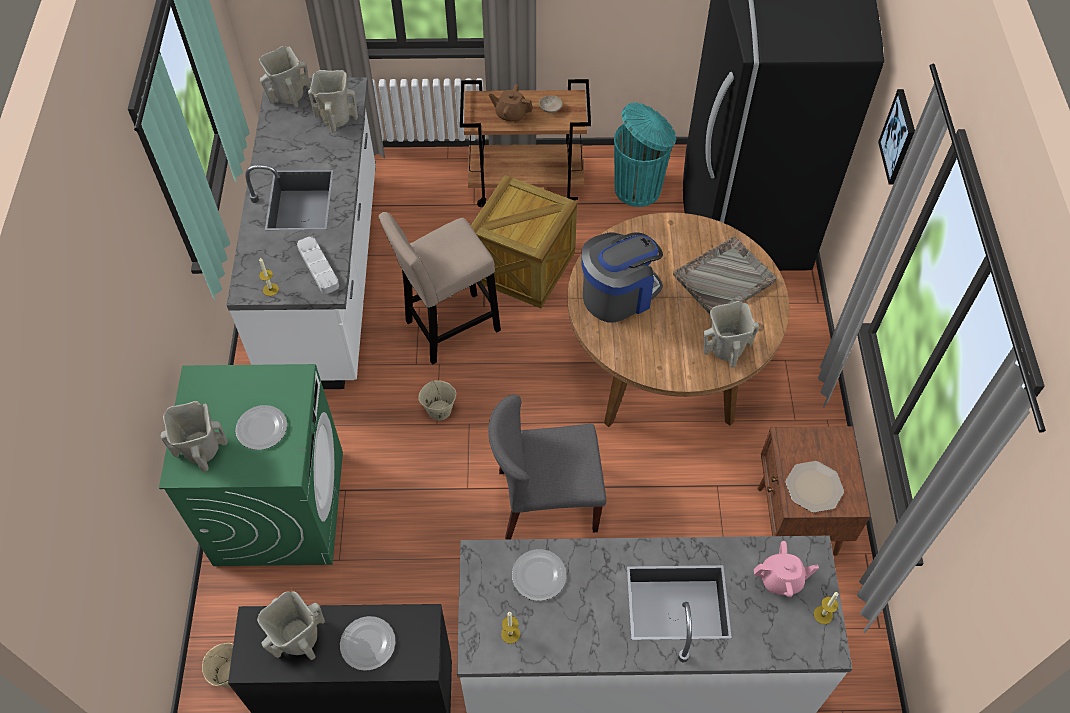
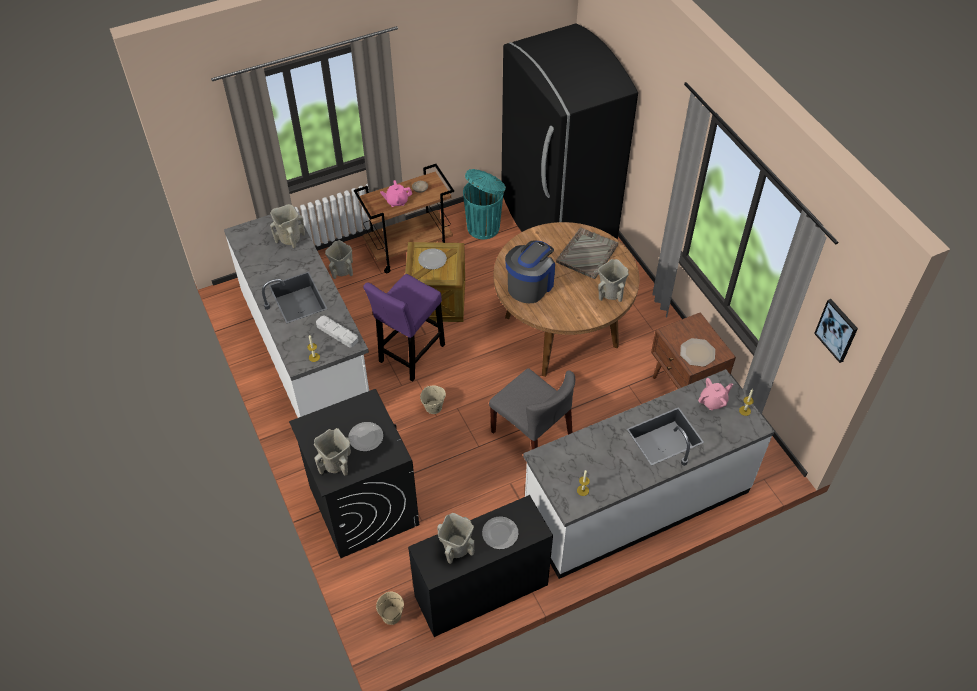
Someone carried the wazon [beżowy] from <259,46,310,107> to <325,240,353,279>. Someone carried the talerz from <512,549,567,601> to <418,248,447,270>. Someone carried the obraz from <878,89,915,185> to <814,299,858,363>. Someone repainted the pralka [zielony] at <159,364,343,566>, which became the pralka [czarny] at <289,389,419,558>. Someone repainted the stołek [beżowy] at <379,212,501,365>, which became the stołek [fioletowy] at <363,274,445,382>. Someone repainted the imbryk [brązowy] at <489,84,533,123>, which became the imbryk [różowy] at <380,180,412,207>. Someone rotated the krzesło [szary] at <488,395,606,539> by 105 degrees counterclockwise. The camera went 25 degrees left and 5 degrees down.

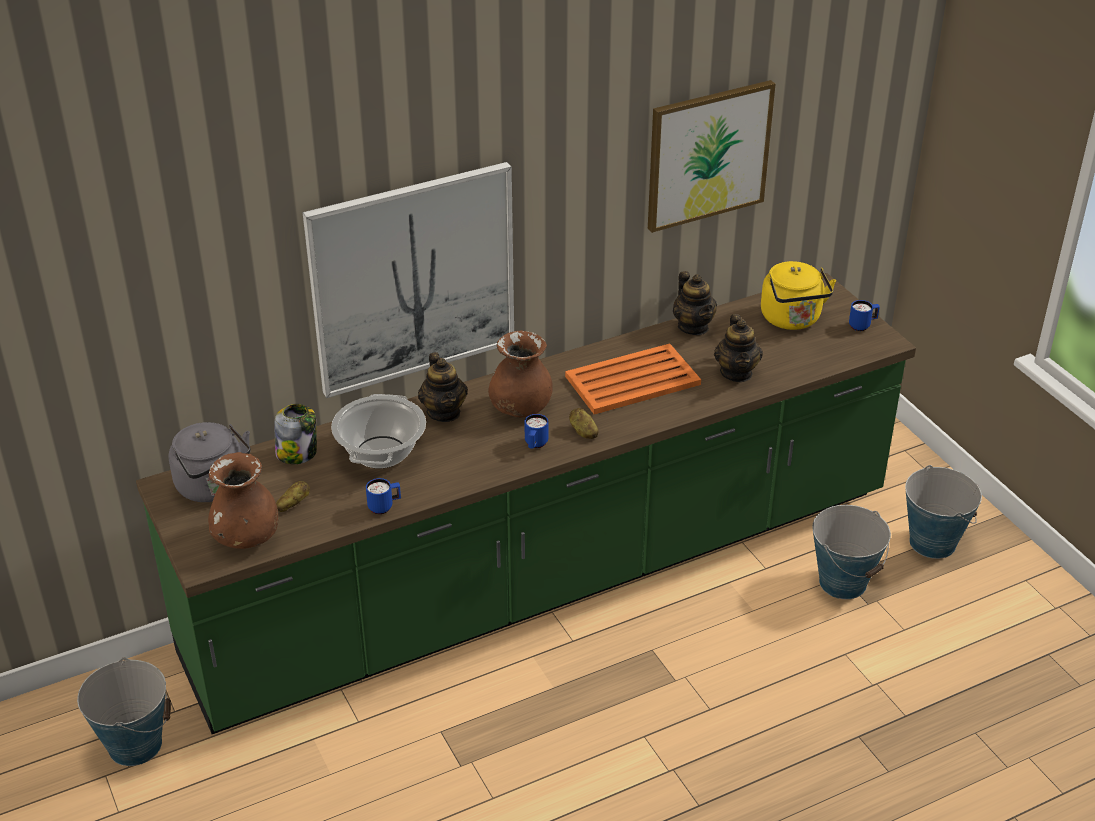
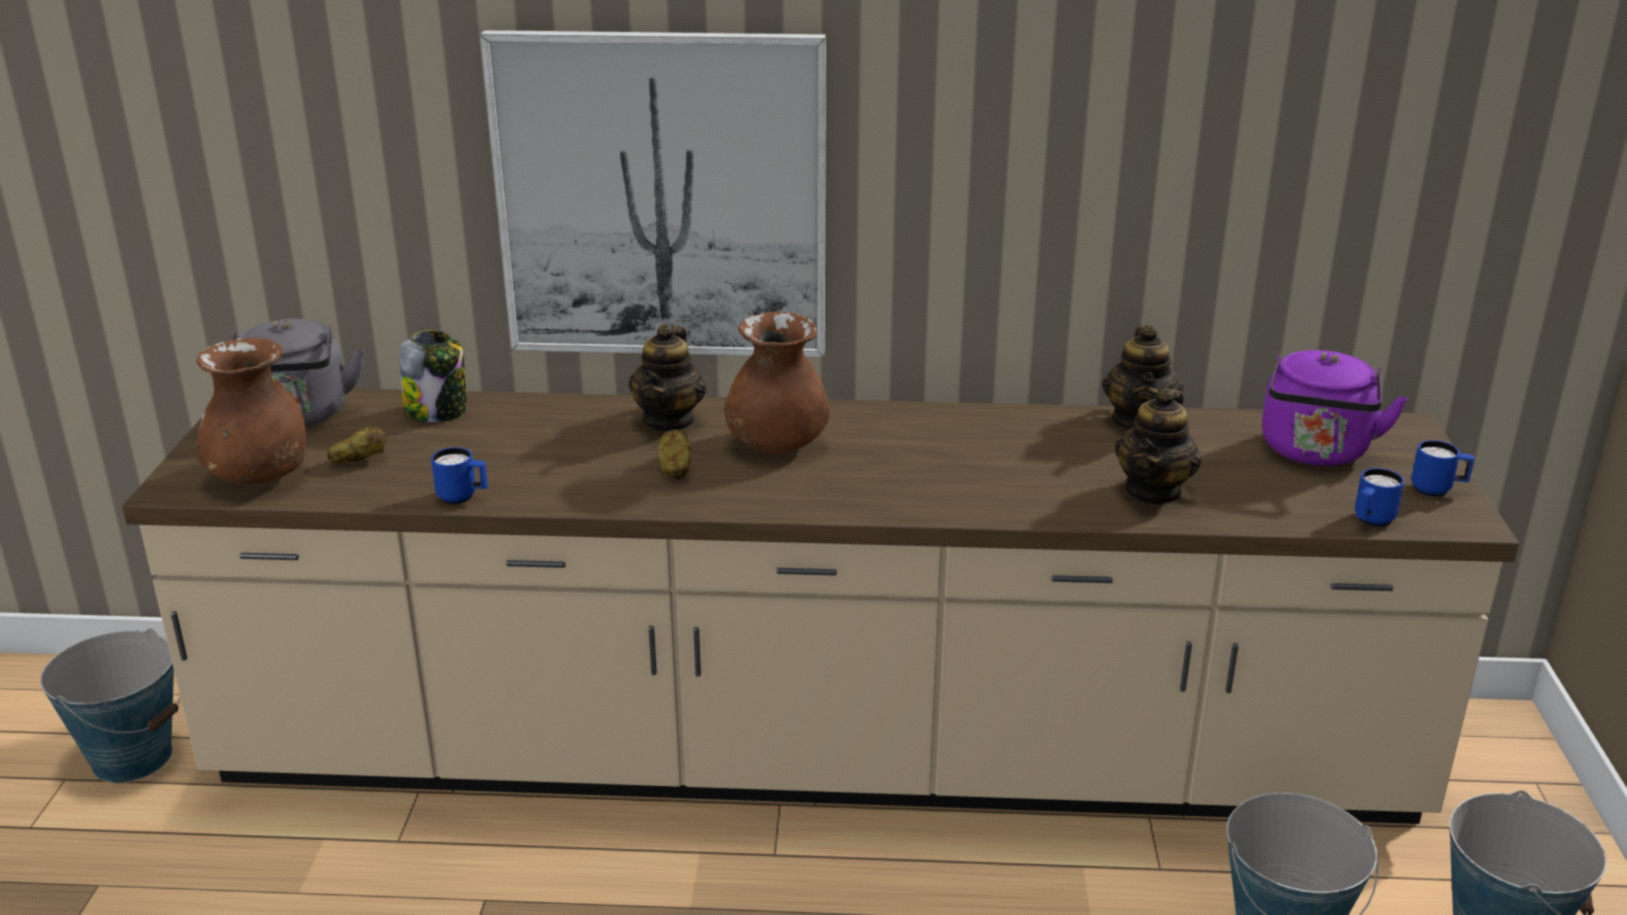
Someone took away the garnek at <331,394,426,469>. Someone took away the taca [pomarańczowy] at <565,344,701,414>. Someone took away the obraz at <648,80,775,233>. Someone carried the kubek [niebieski] from <524,414,548,449> to <1355,468,1404,526>. Someone carried the ziemniak from <569,408,599,439> to <659,429,691,479>. Someone repainted the zabudowa kuchenna [zielony] at <136,273,916,734>, which became the zabudowa kuchenna [beżowy] at <122,389,1519,824>. Someone repainted the czajnik [żółty] at <761,261,836,330>, which became the czajnik [fioletowy] at <1262,350,1408,466>. The camera went 30 degrees right and 10 degrees down.

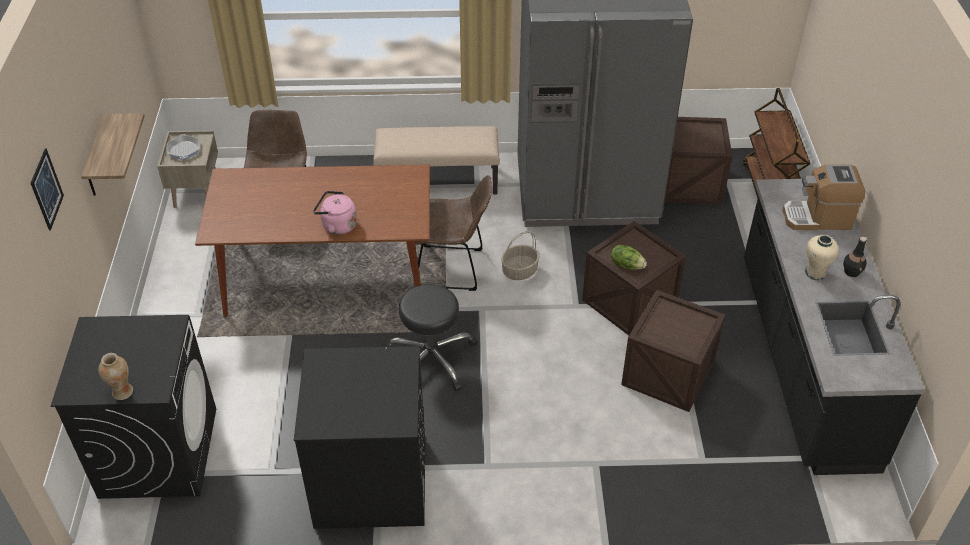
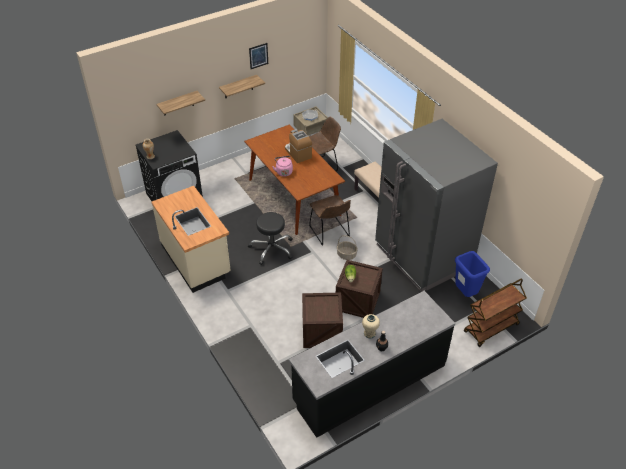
Someone put up the półka at <156,91,205,116>. Someone carried the obraz from <31,148,64,230> to <249,43,268,69>. Someone carried the ekspres do kawy from <782,165,865,230> to <285,130,312,163>. Someone swapped the pralka [czarny] at <294,346,425,529> for the zabudowa kuchenna [beżowy] at <152,186,231,293>. Someone swapped the skrzynka at <664,117,732,204> for the kosz na śmieci [niebieski] at <455,251,490,297>. The camera went 60 degrees right and 0 degrees up.

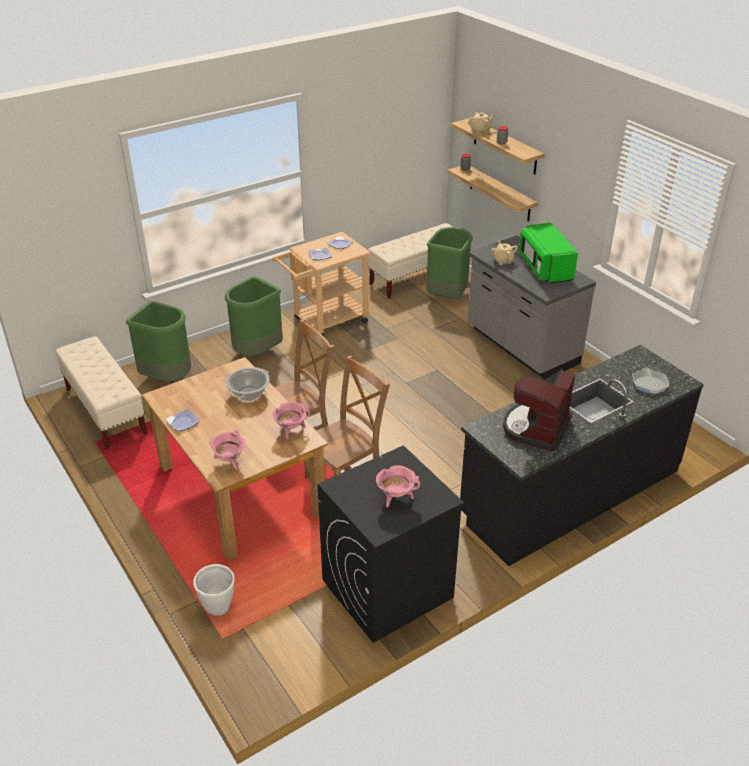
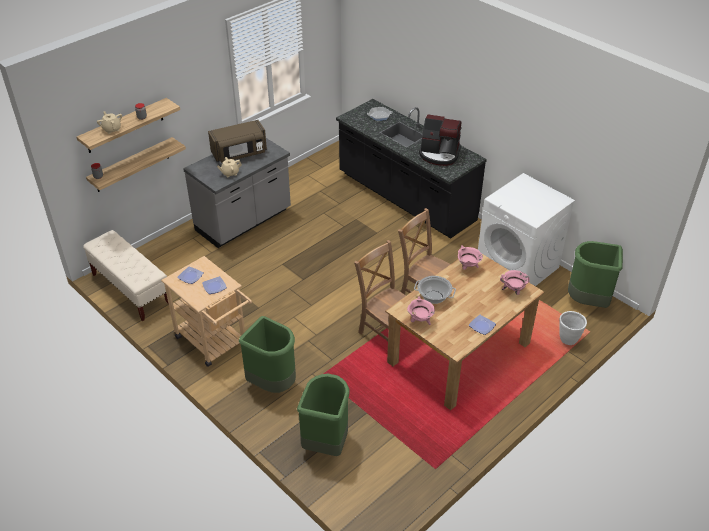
Someone took away the ławka [beżowy] at <55,337,147,450>. Someone carried the garnek [różowy] from <376,465,420,507> to <407,296,435,325>. Someone carried the kosz na śmieci [zielony] from <426,227,473,300> to <568,241,623,308>. Someone repainted the pralka [czarny] at <318,446,464,643>, which became the pralka [biały] at <478,173,575,286>. Someone repainted the mikrofalówka [zielony] at <519,223,578,283>, which became the mikrofalówka [brązowy] at <208,120,267,163>. The camera went 100 degrees left and 5 degrees up.

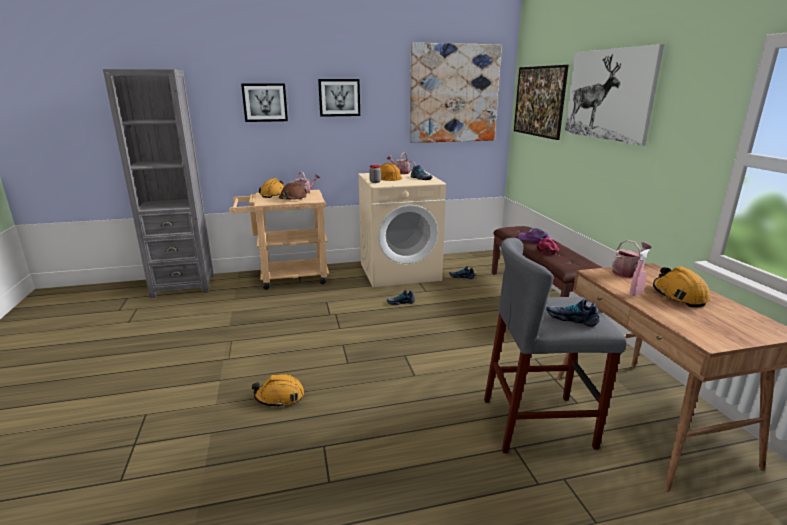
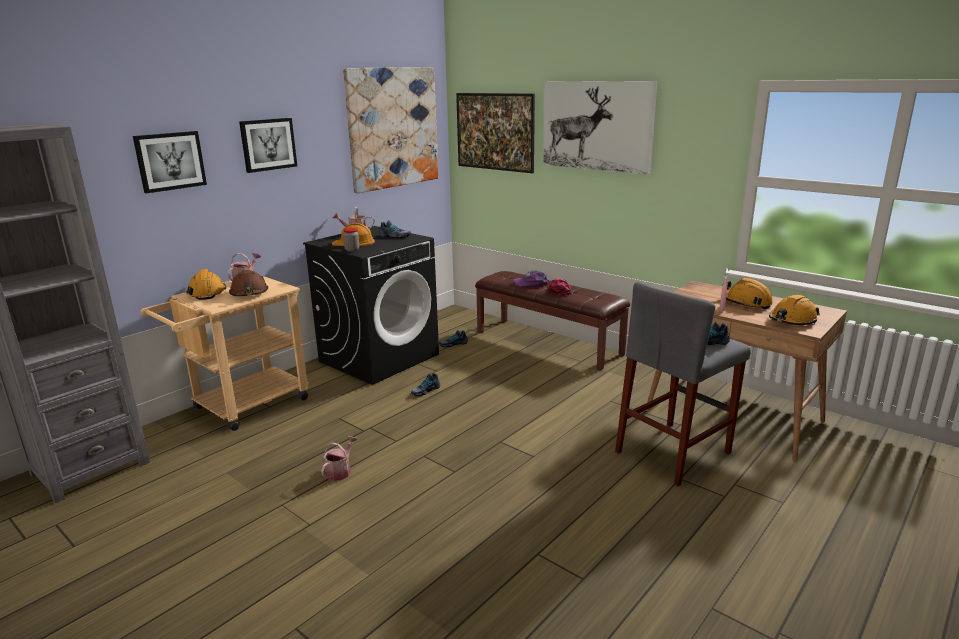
Someone carried the kask [pomarańczowy] from <252,374,304,408> to <769,295,820,325>. Someone carried the konewka from <612,240,651,278> to <321,436,357,481>. Someone repainted the pralka [beżowy] at <358,171,446,288>, which became the pralka [czarny] at <303,226,439,385>. The camera went 35 degrees left and 0 degrees up.

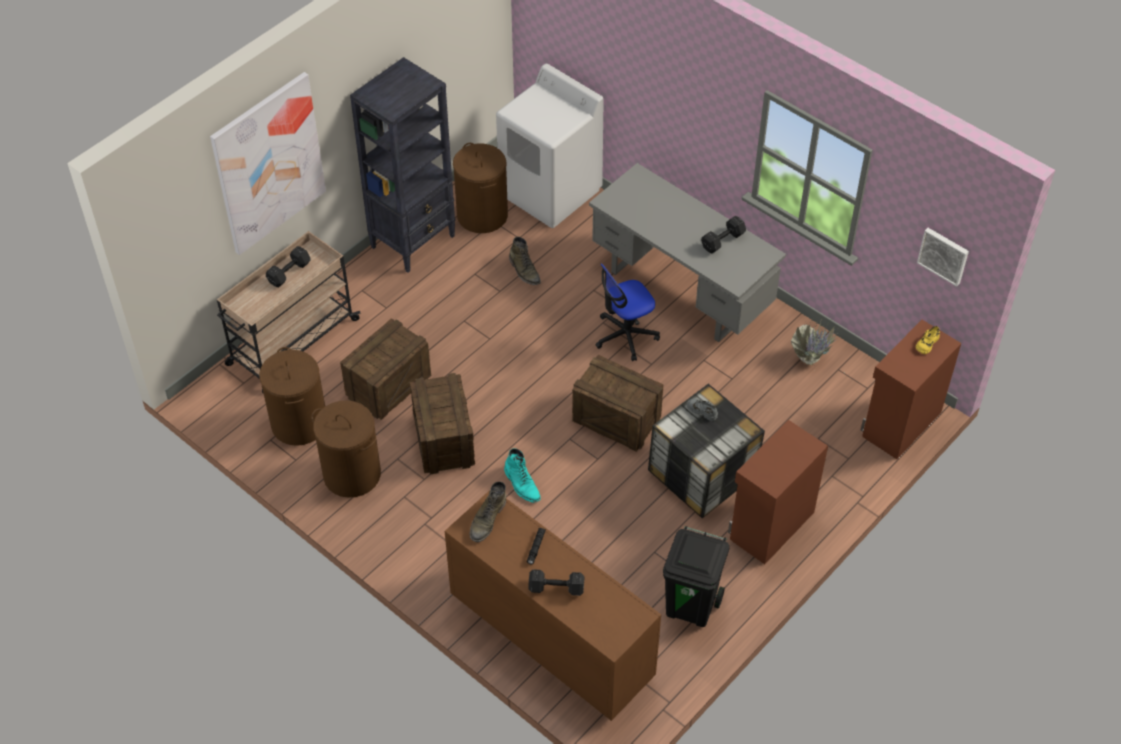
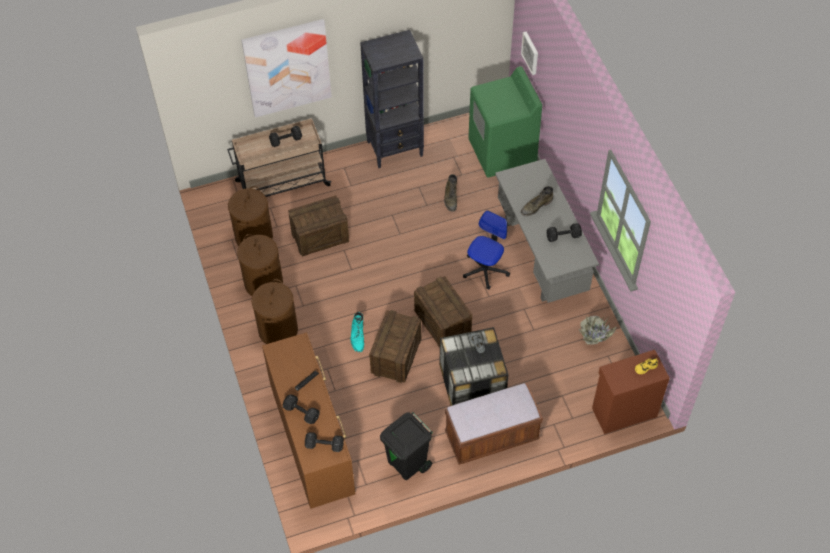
Someone put down the hantel [czarny] at <305,432,344,452>. Someone carried the skrzynka from <410,373,475,474> to <369,310,421,383>. Someone carried the kosz na pranie [brązowy] from <453,143,508,233> to <252,279,298,344>. Someone carried the but z cholewką [zielony] from <470,481,506,542> to <521,186,553,216>. Someone carried the obraz from <917,228,969,287> to <521,32,538,75>. Someone swapped the szafka [brązowy] at <728,420,828,564> for the ławka [brązowy] at <445,383,543,465>. Someone repainted the pralka [biały] at <496,64,604,228>, which became the pralka [zielony] at <469,66,542,178>. Someone rotated the krzesło biurowe at <595,263,660,361> by 120 degrees clockwise. The camera went 30 degrees right and 5 degrees up.

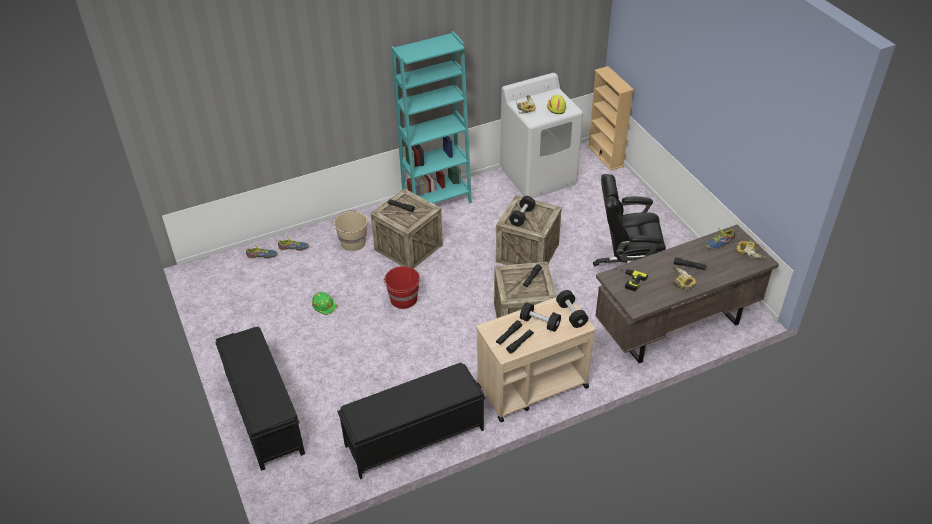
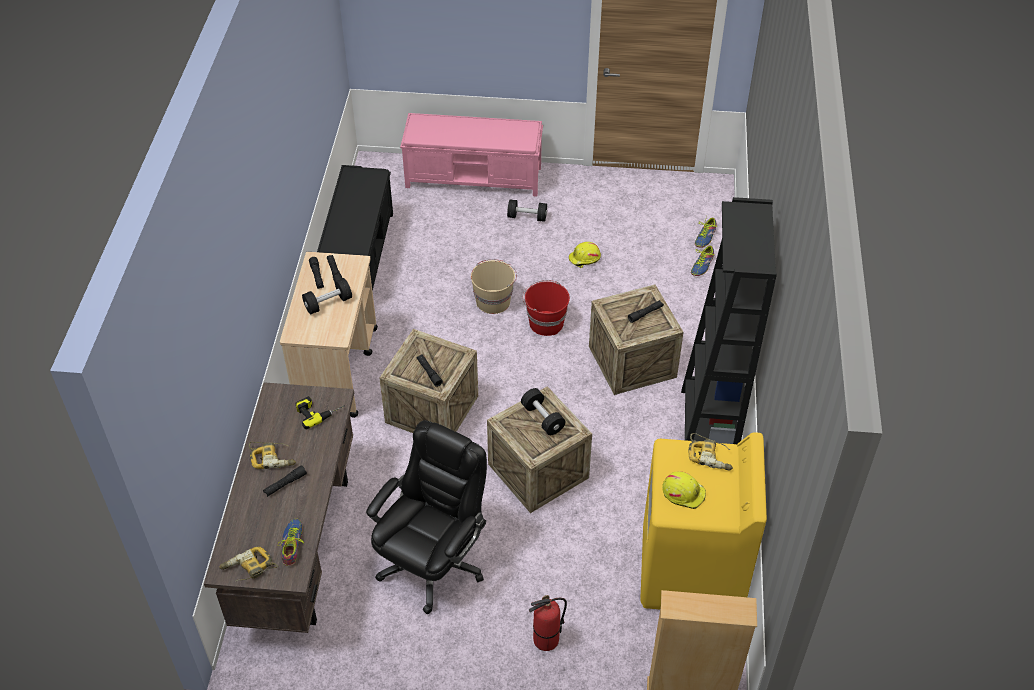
Someone put down the gaśnica at <529,595,567,651>. Someone carried the wiadro [beżowy] from <333,210,367,251> to <471,259,517,314>. Someone carried the hantel [czarny] from <556,290,588,328> to <507,199,547,222>. Someone repainted the ławka [czarny] at <215,327,305,471>, which became the ławka [różowy] at <400,113,543,196>. Someone repainted the kask [zielony] at <312,292,337,315>, which became the kask [żółty] at <569,242,601,268>. Someone repainted the regał [turkusowy] at <391,31,472,204>, which became the regał [czarny] at <681,197,777,444>. Someone repainted the pralka [biały] at <500,73,583,198>, which became the pralka [żółty] at <640,432,767,609>. The camera went 120 degrees right and 5 degrees up.

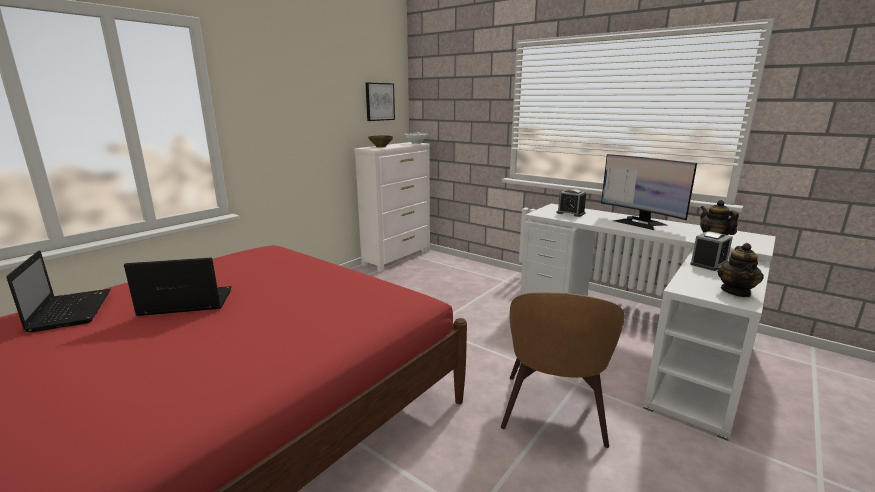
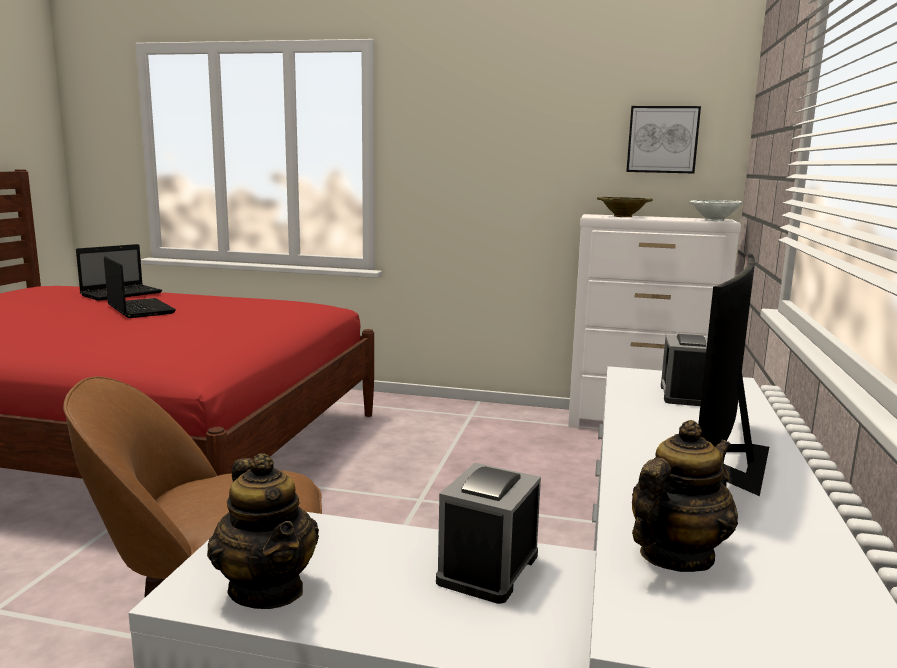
Someone rotated the budzik at <690,231,733,271> by 90 degrees clockwise. Someone rotated the imbryk at <717,243,764,297> by 120 degrees counterclockwise. The camera went 65 degrees right and 5 degrees down.

